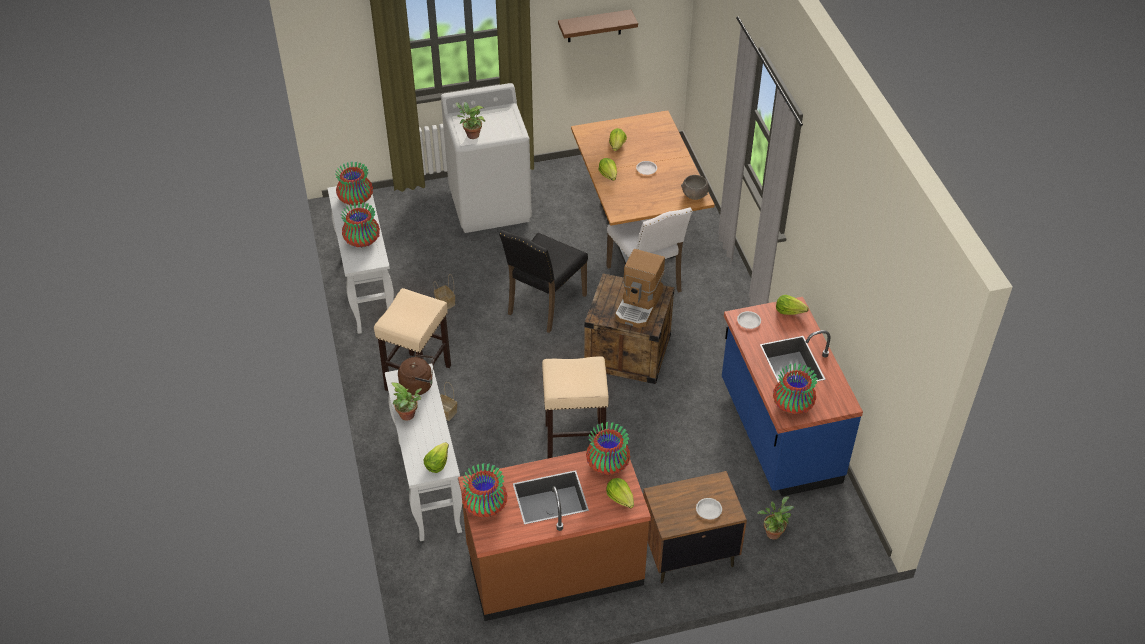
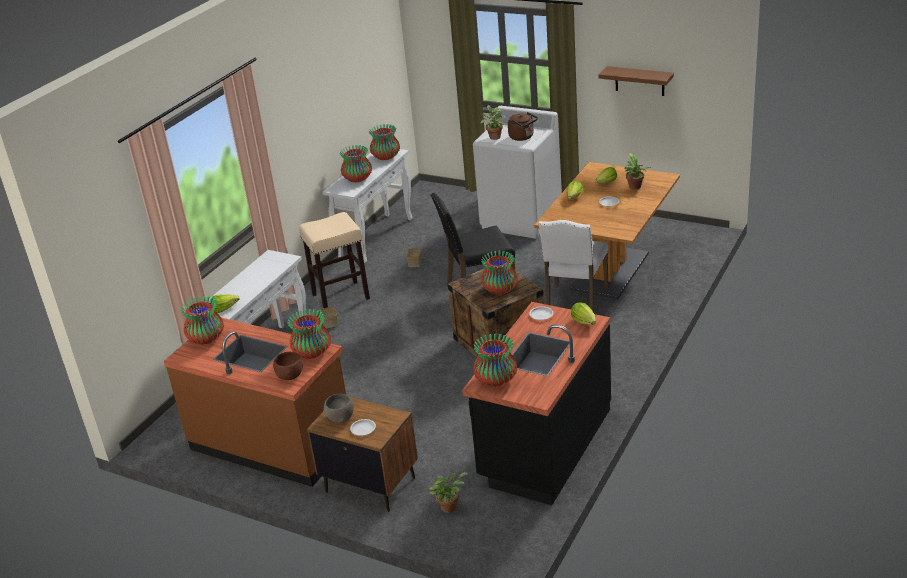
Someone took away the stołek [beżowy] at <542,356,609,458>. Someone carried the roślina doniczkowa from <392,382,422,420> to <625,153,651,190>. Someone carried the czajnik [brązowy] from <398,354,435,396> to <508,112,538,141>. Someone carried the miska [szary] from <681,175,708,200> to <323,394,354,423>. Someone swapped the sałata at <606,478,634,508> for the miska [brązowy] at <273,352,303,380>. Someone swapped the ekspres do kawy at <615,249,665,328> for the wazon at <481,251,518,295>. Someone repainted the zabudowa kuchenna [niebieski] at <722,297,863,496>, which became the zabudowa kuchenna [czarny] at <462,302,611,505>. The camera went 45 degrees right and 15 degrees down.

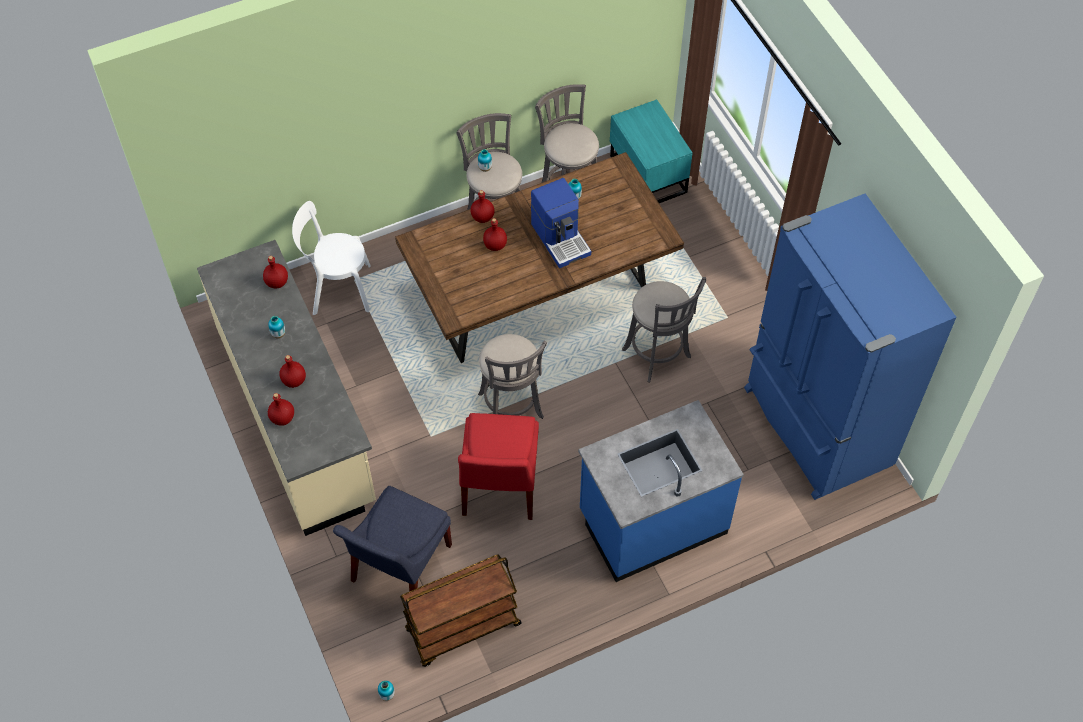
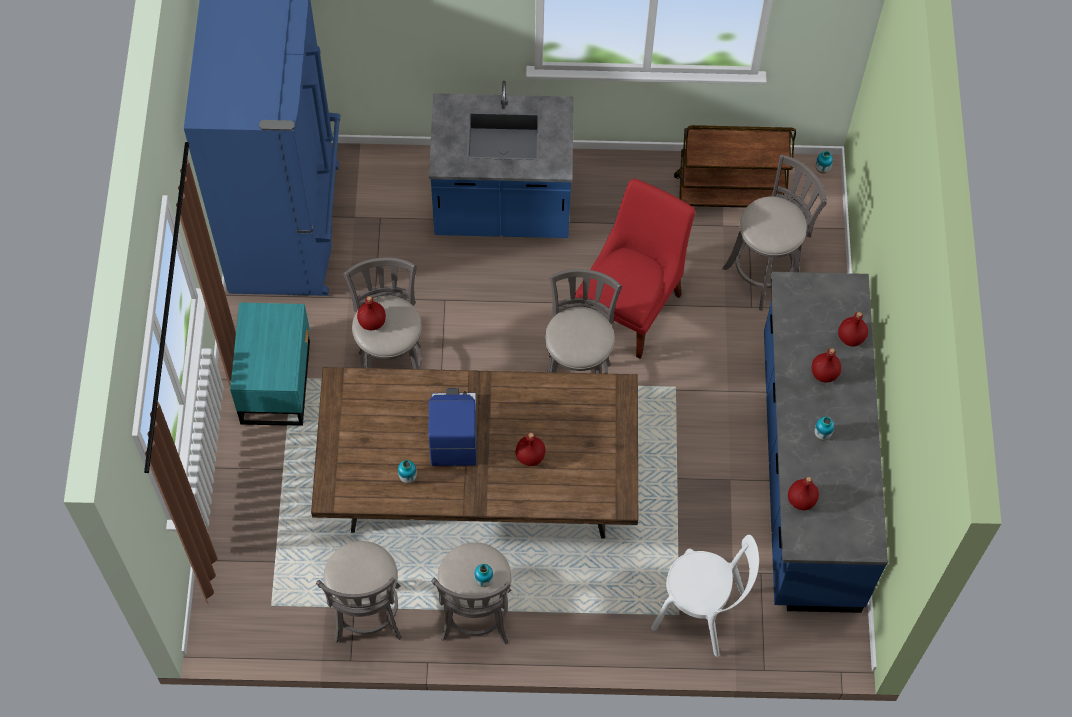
Someone carried the butelka [czerwony] from <470,190,495,223> to <357,296,386,330>. Someone carried the szafka nocna [turkusowy] from <610,99,693,203> to <230,302,310,426>. Someone swapped the krzesło [niebieski] at <333,486,452,592> for the stołek [szary] at <723,154,827,310>. Someone repainted the zabudowa kuchenna [beżowy] at <197,240,376,536>, which became the zabudowa kuchenna [niebieski] at <764,272,888,613>. The camera went 155 degrees left and 5 degrees up.

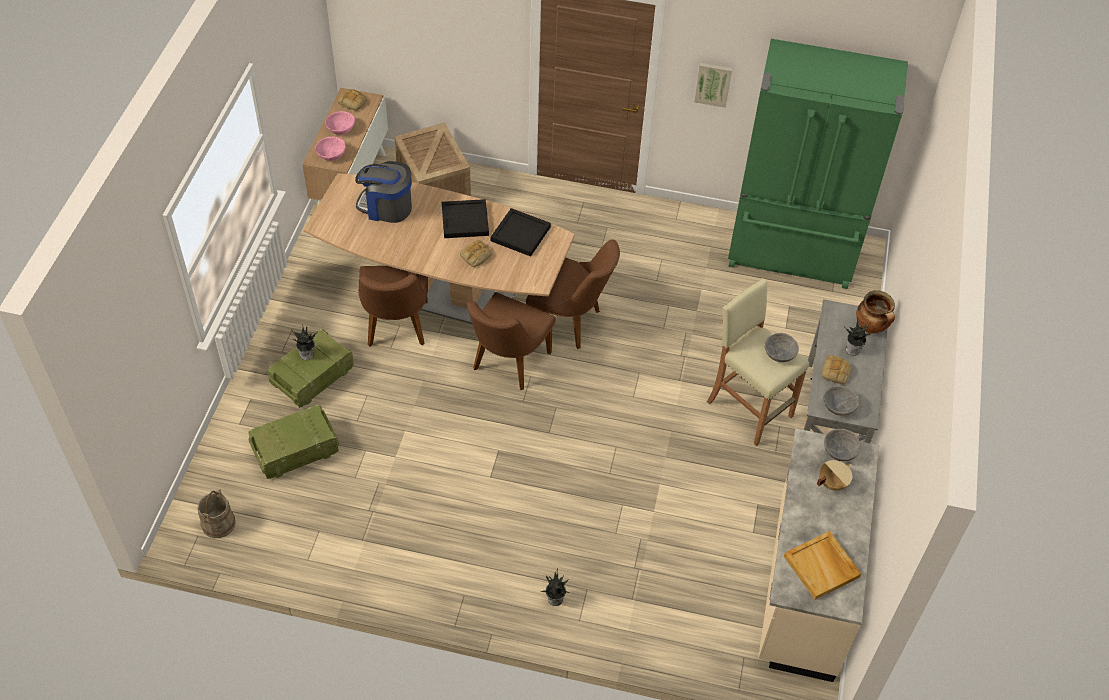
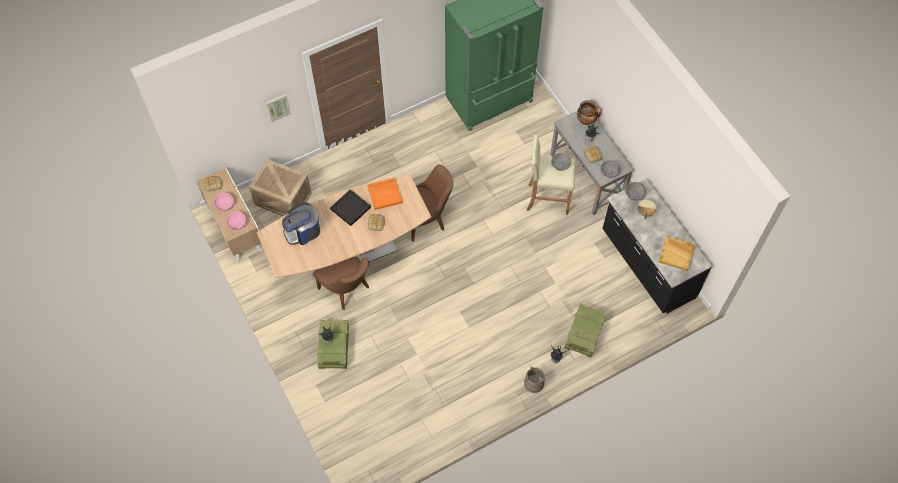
Someone took away the krzesło [brązowy] at <467,292,556,390>. Someone carried the wiadro [beżowy] from <197,489,236,538> to <524,366,545,393>. Someone carried the skrzynka from <248,405,339,479> to <564,303,606,358>. Someone carried the obraz from <694,63,732,108> to <266,94,291,122>. Someone repainted the taca [czarny] at <491,208,551,256>, which became the taca [pomarańczowy] at <368,178,402,210>. Someone repainted the zabudowa kuchenna [beżowy] at <758,429,879,682>, which became the zabudowa kuchenna [czarny] at <602,179,713,314>. The camera went 40 degrees left and 10 degrees up.

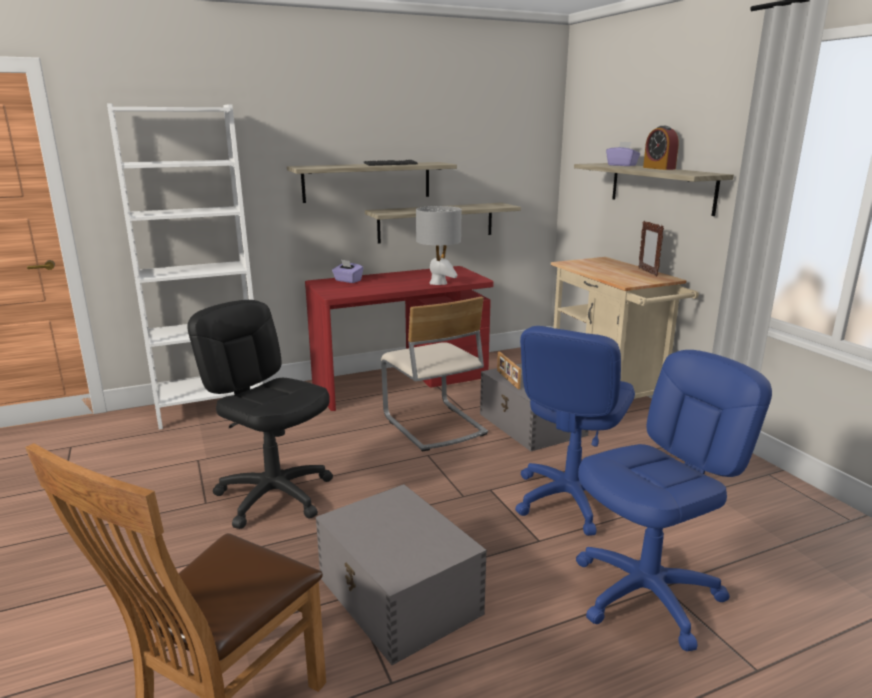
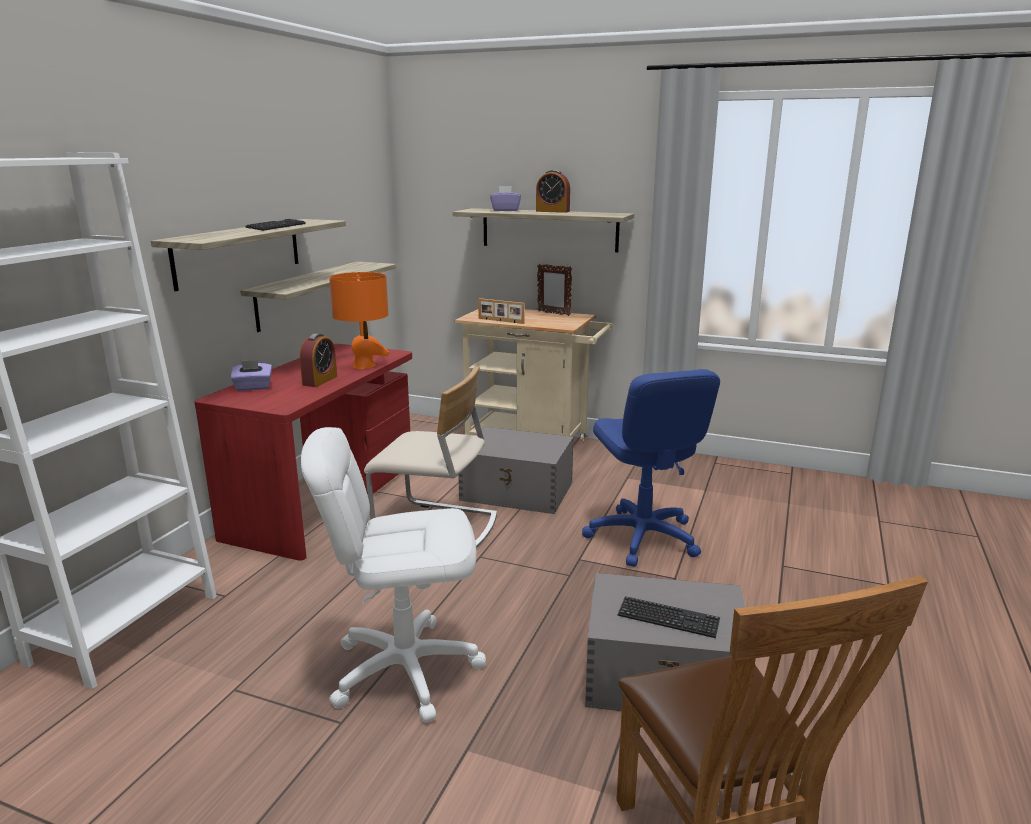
Someone took away the krzesło biurowe [niebieski] at <576,350,772,652>. Someone put down the budzik at <300,334,337,387>. Someone put down the klawiatura at <618,596,720,638>. Someone carried the ramka na zdjęcie from <497,352,521,390> to <478,298,525,324>. Someone repainted the krzesło biurowe [czarny] at <187,300,333,529>, which became the krzesło biurowe [biały] at <301,427,486,723>. Someone repainted the lampa stołowa [szary] at <416,206,461,285>, which became the lampa stołowa [pomarańczowy] at <329,272,389,369>. The camera went 45 degrees left and 0 degrees up.

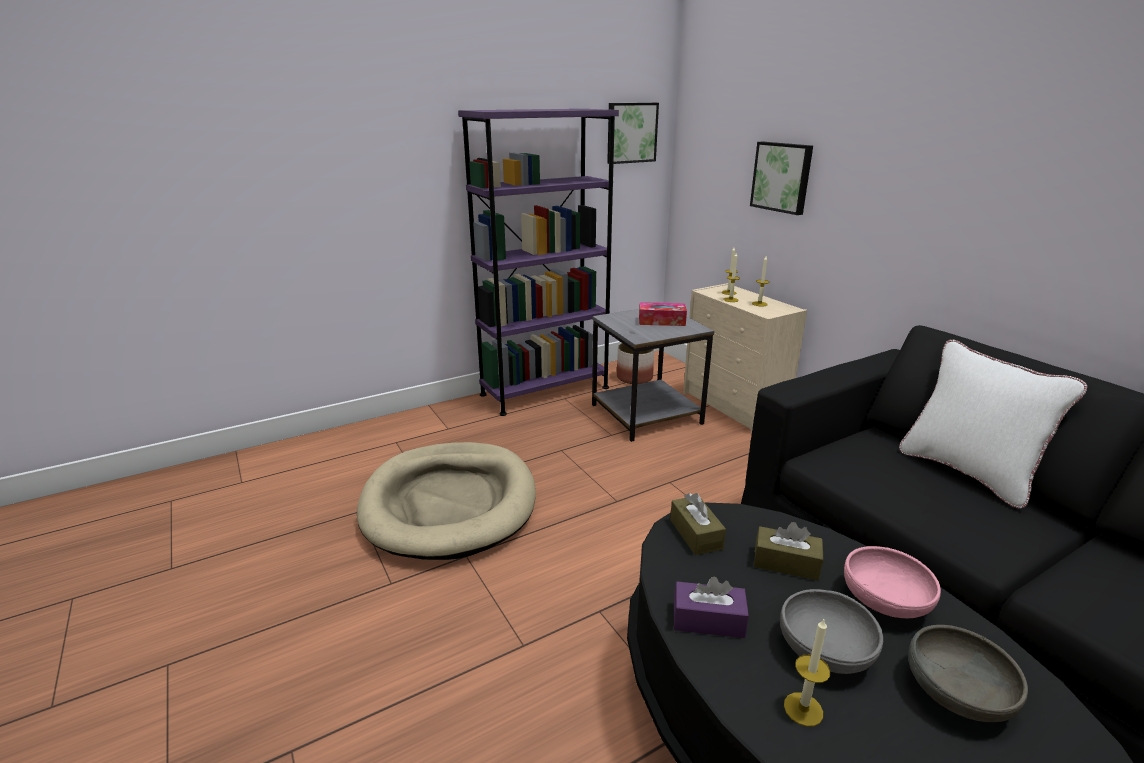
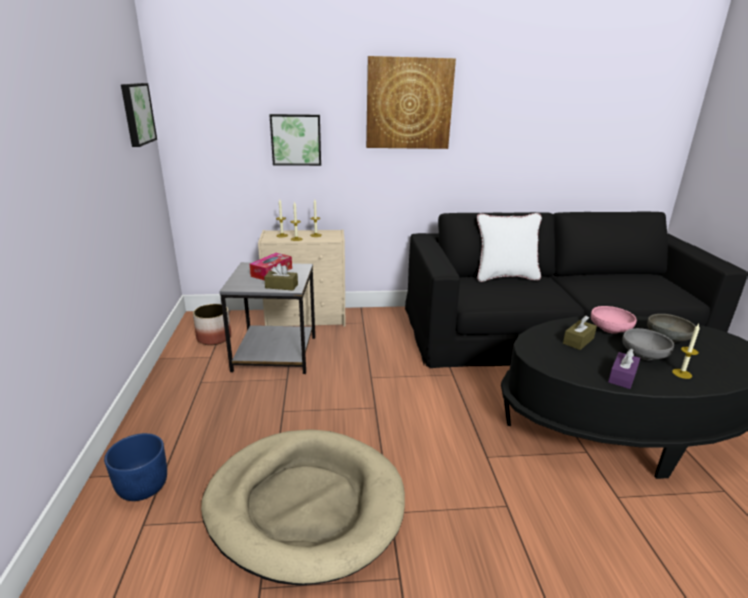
Someone took away the regał [fioletowy] at <458,109,619,416>. Someone put down the donica [niebieski] at <104,433,167,501>. Someone put up the obraz at <366,56,456,149>. Someone carried the pudełko chusteczek [brązowy] from <670,493,726,555> to <264,263,298,291>. The camera went 65 degrees left and 0 degrees up.

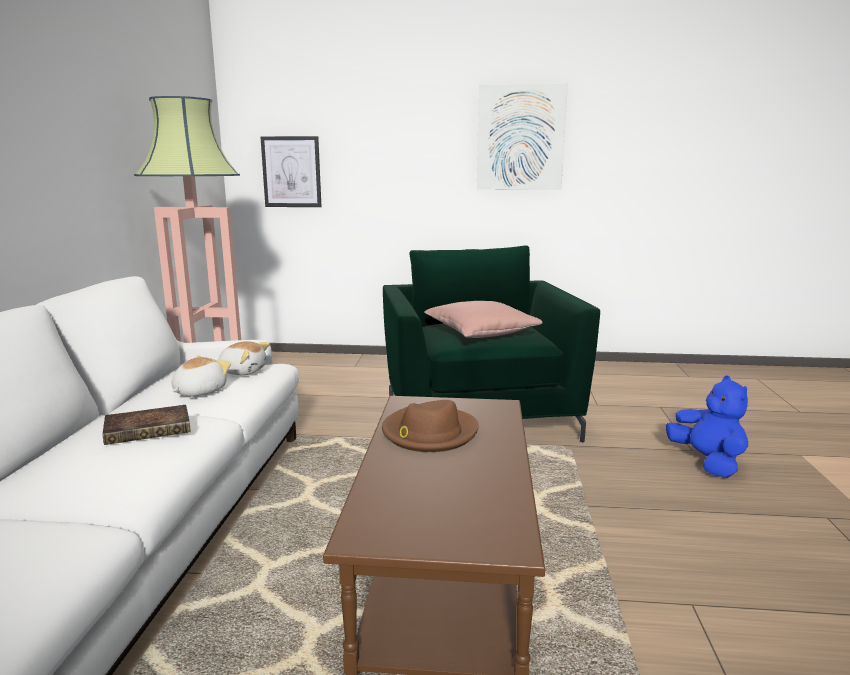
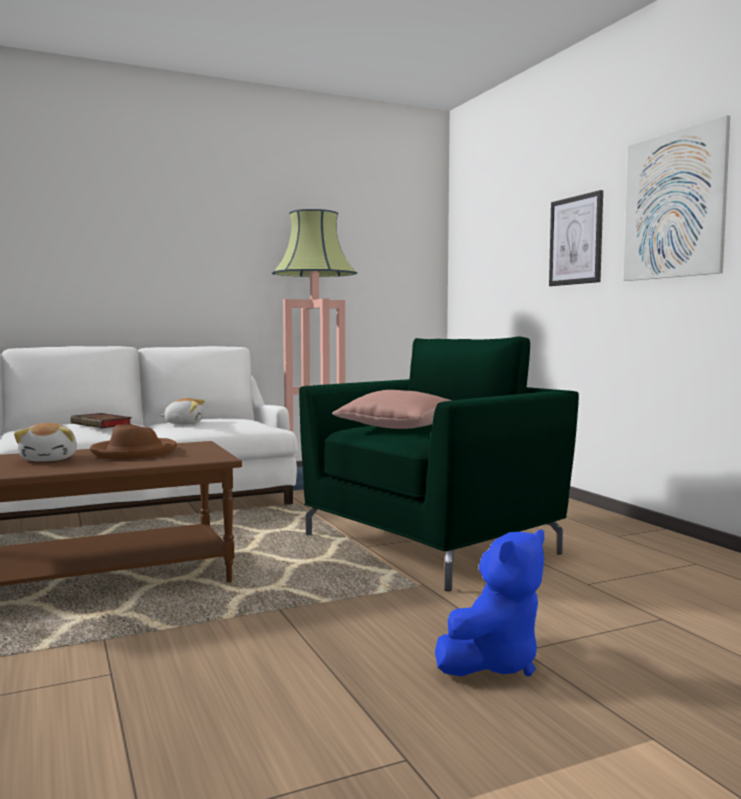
Someone carried the pluszak from <217,341,270,375> to <14,423,77,461>. Someone carried the obraz from <261,136,322,207> to <549,190,603,286>. The camera went 60 degrees right and 10 degrees down.

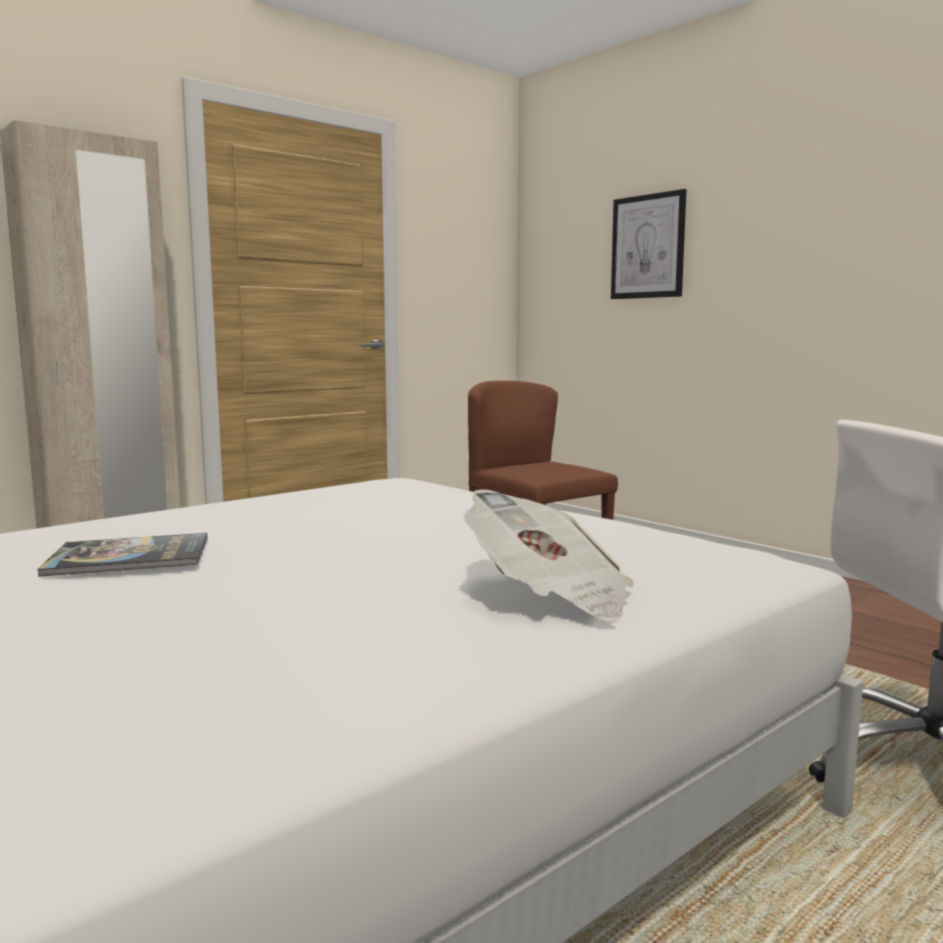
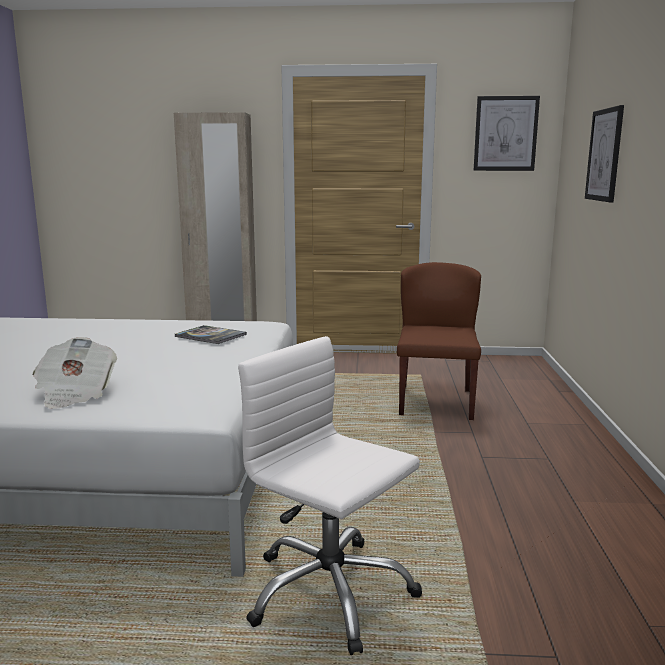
Someone put up the obraz at <474,96,540,171>. Someone carried the książka from <37,533,208,577> to <175,325,247,344>. The camera went 45 degrees right and 5 degrees up.

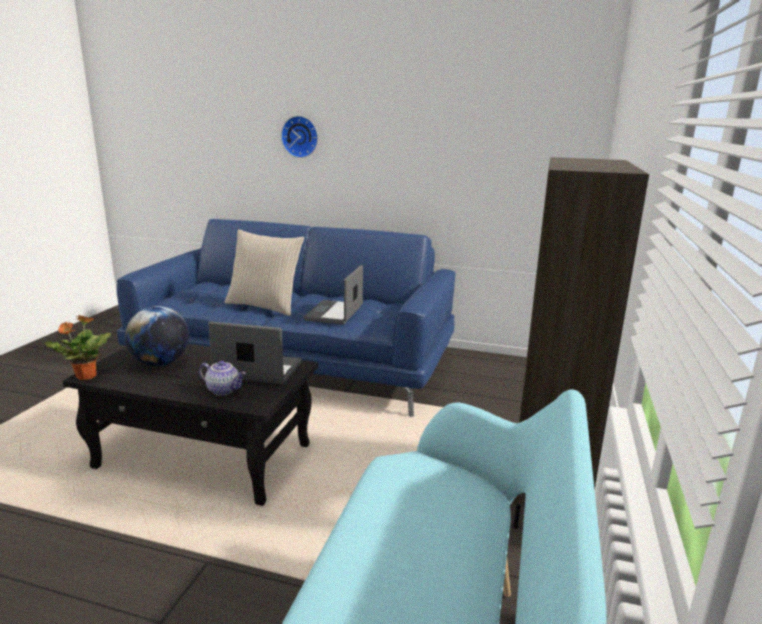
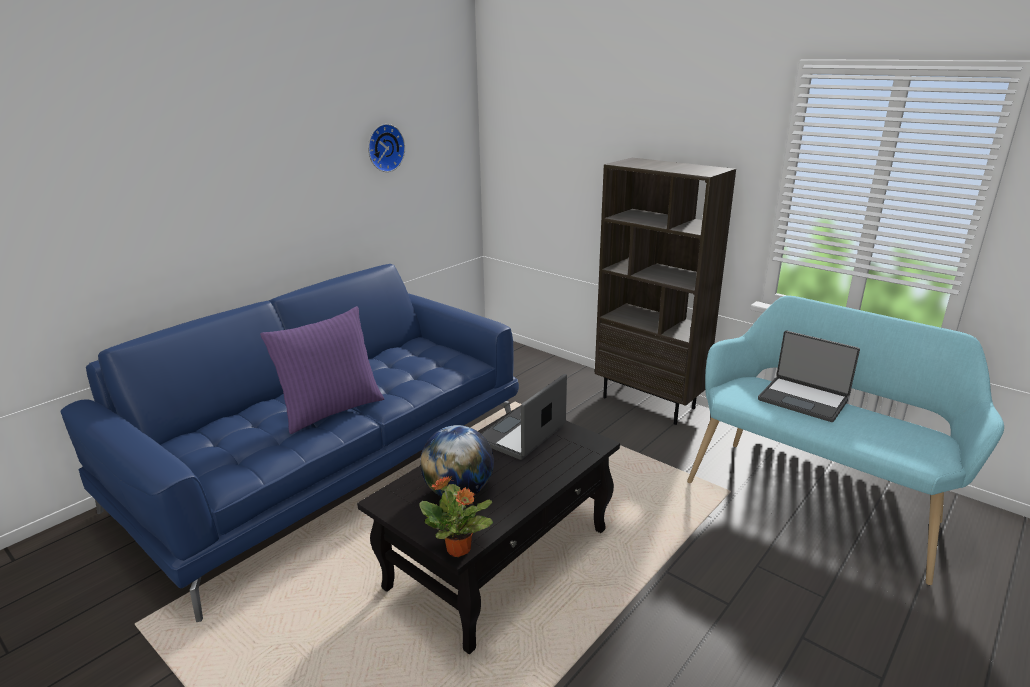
Someone took away the imbryk at <199,361,246,395>. Someone carried the zegar ścienny from <281,116,318,158> to <368,124,405,172>. Someone carried the laptop from <304,265,363,325> to <758,330,860,422>. Someone repainted the poduszka [beżowy] at <225,229,304,316>, which became the poduszka [fioletowy] at <260,306,384,434>. The camera went 65 degrees left and 5 degrees up.

